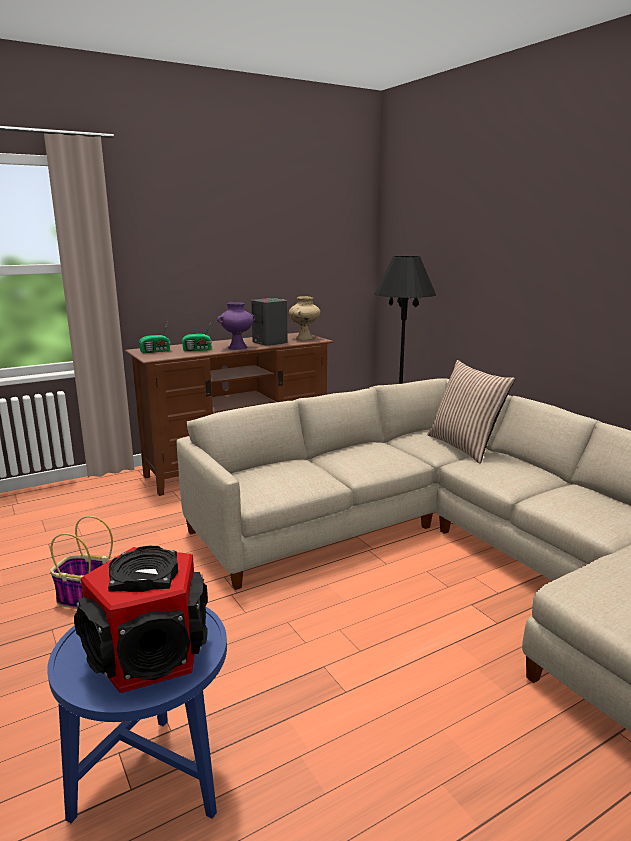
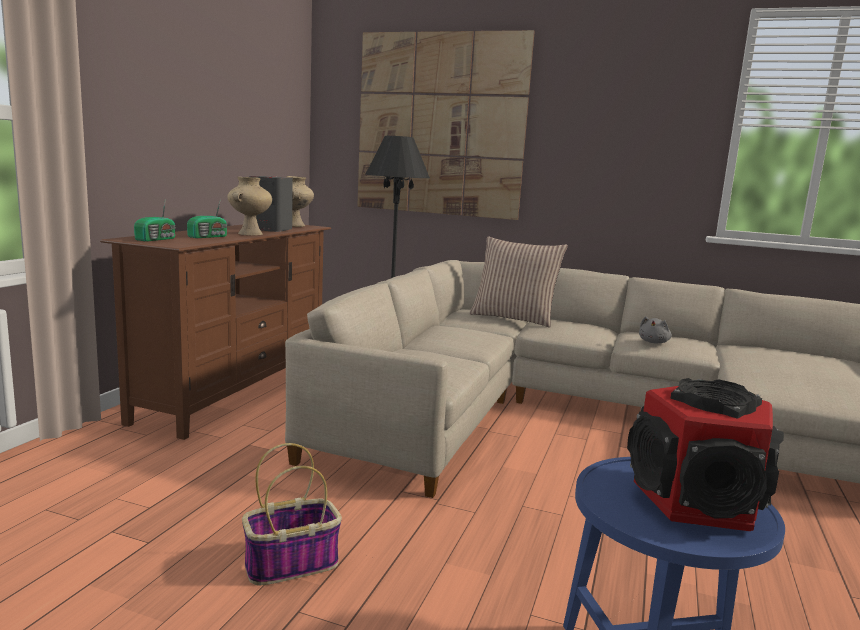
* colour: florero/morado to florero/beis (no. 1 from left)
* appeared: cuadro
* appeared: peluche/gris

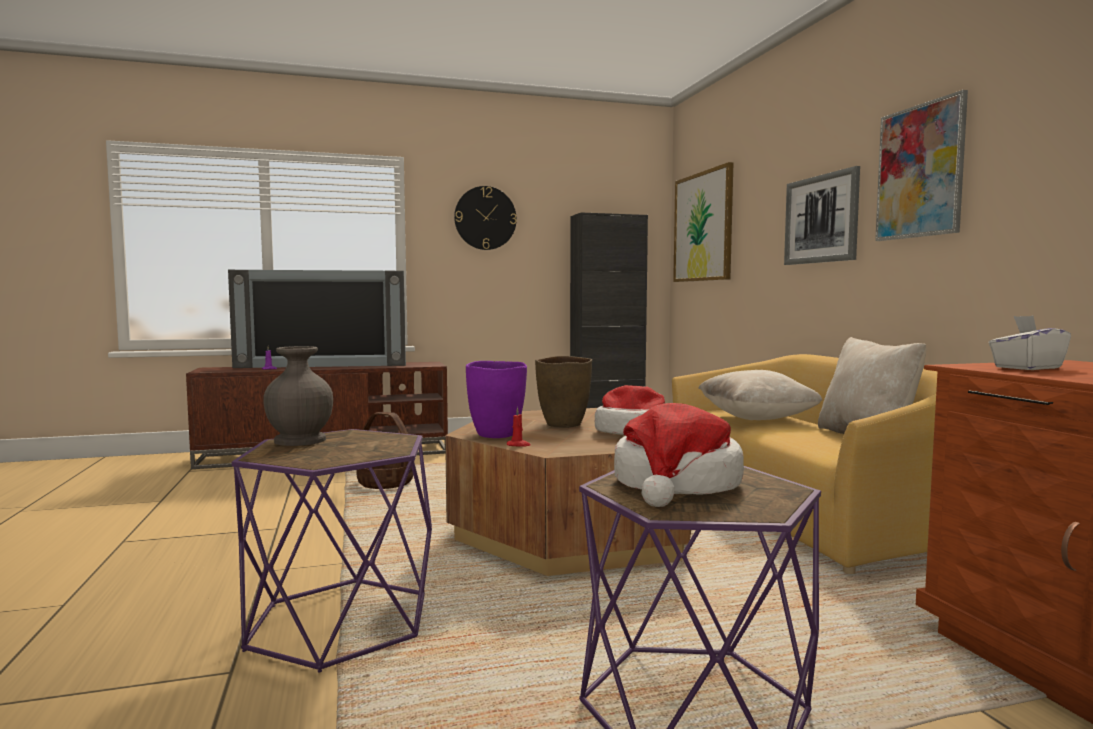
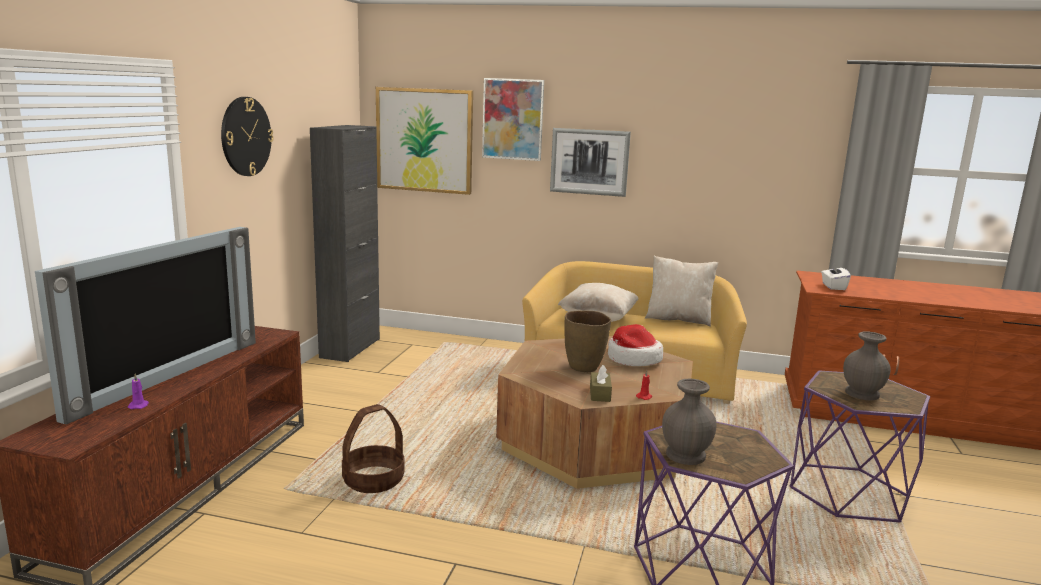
* relocated: cuadro (no. 3 from left in the first image) to cuadro (no. 2 from left)
* exchanged: florero/morado to caja de pañuelos/marrón
* exchanged: sombrero (no. 2 from left) to florero/gris (no. 2 from left)

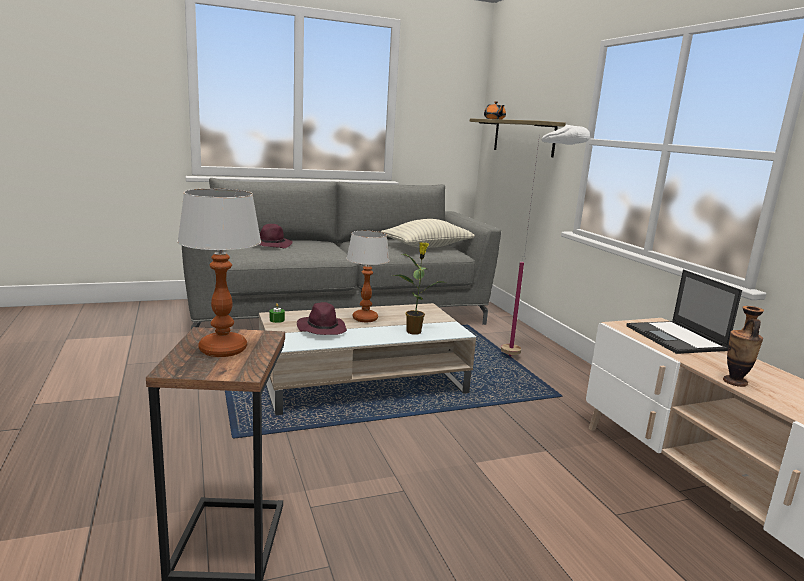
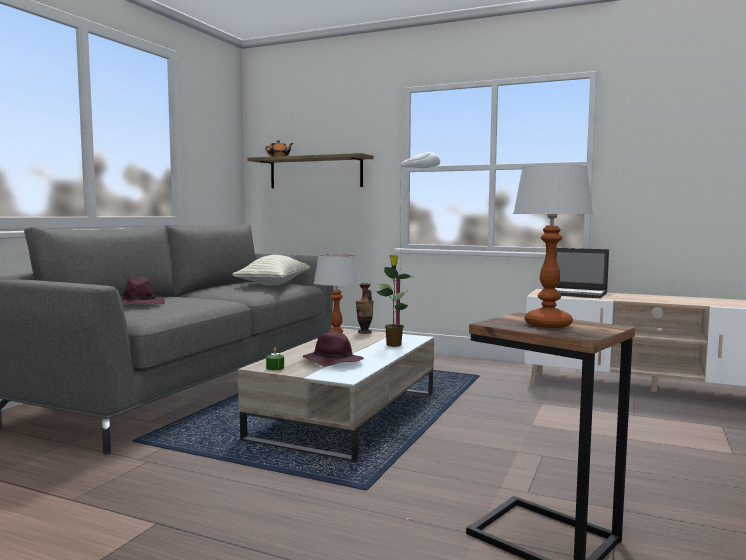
* relocated: florero

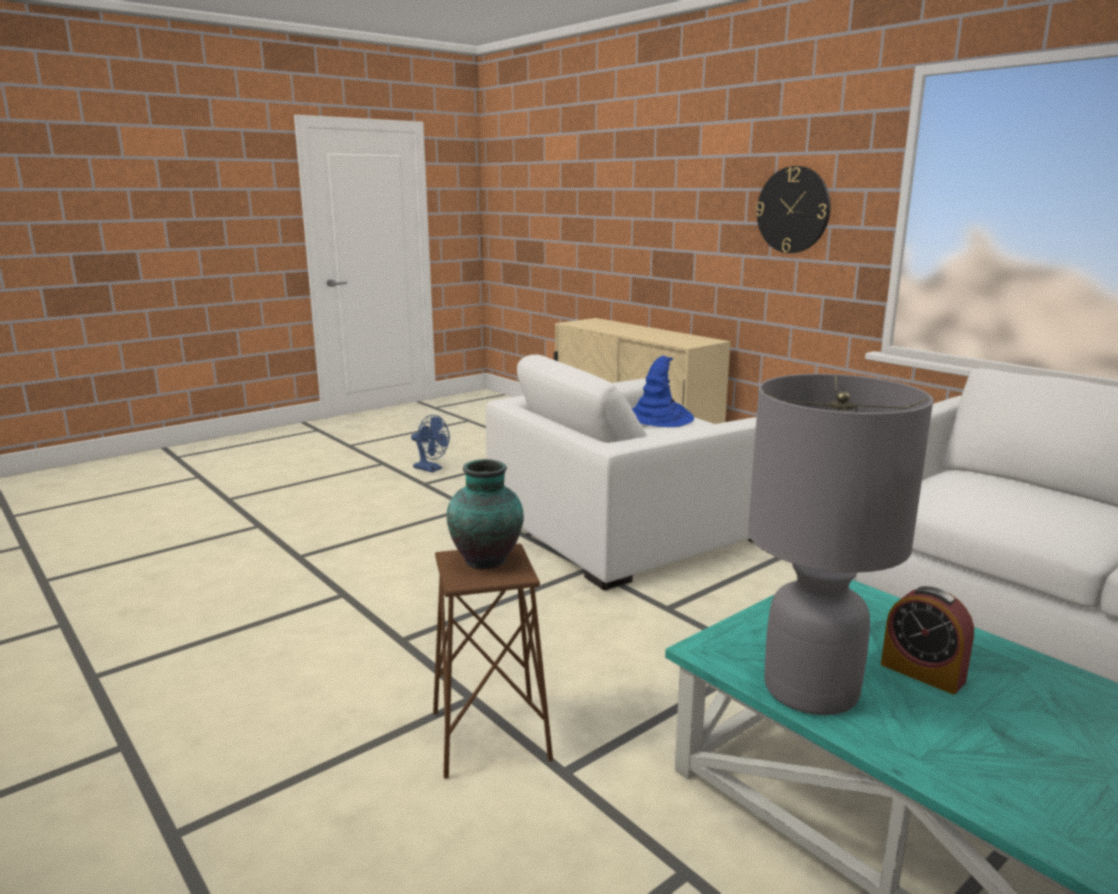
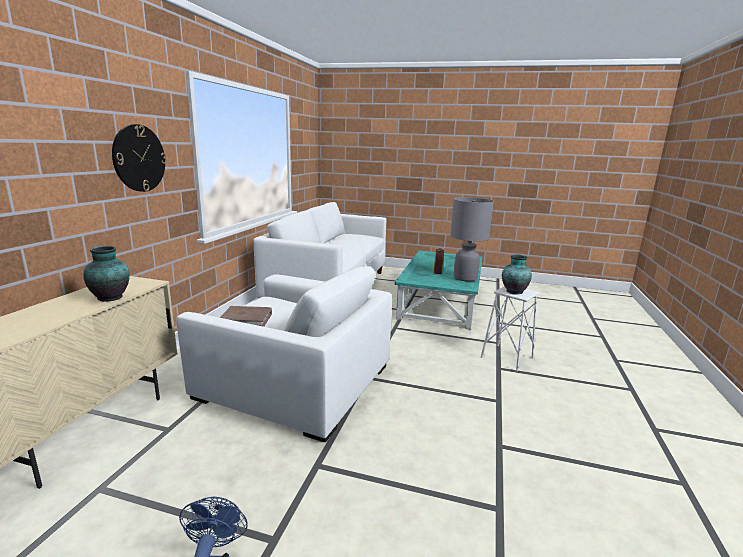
* exchanged: sombrero/azul to libro/marrón
* colour: taburete/marrón to taburete/blanco
* appeared: florero (no. 1 from left)

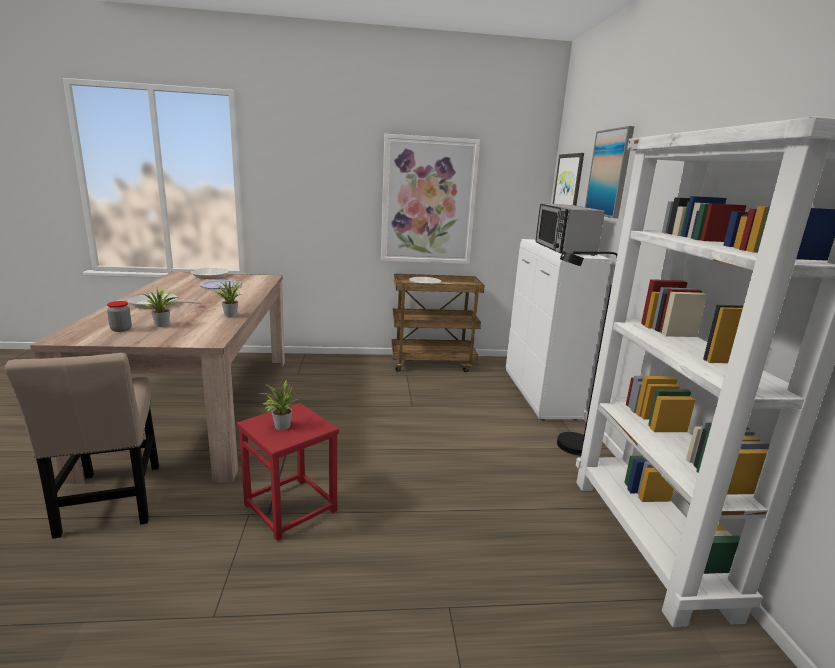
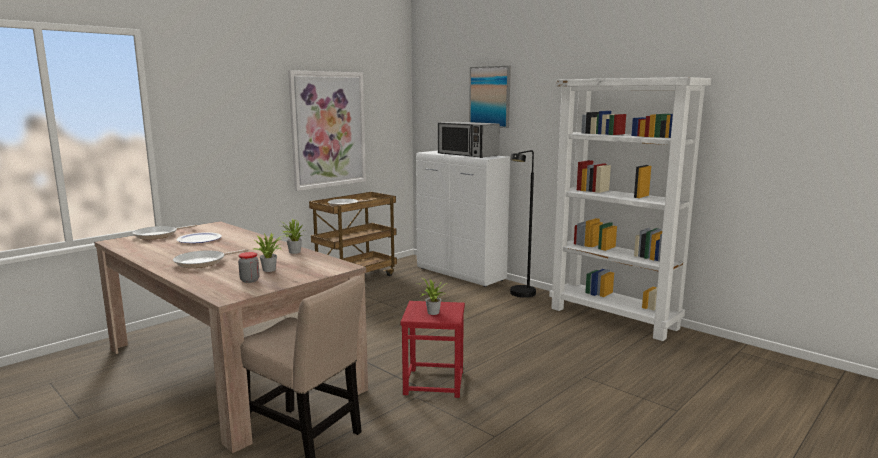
* missing: cuadro (no. 2 from left)

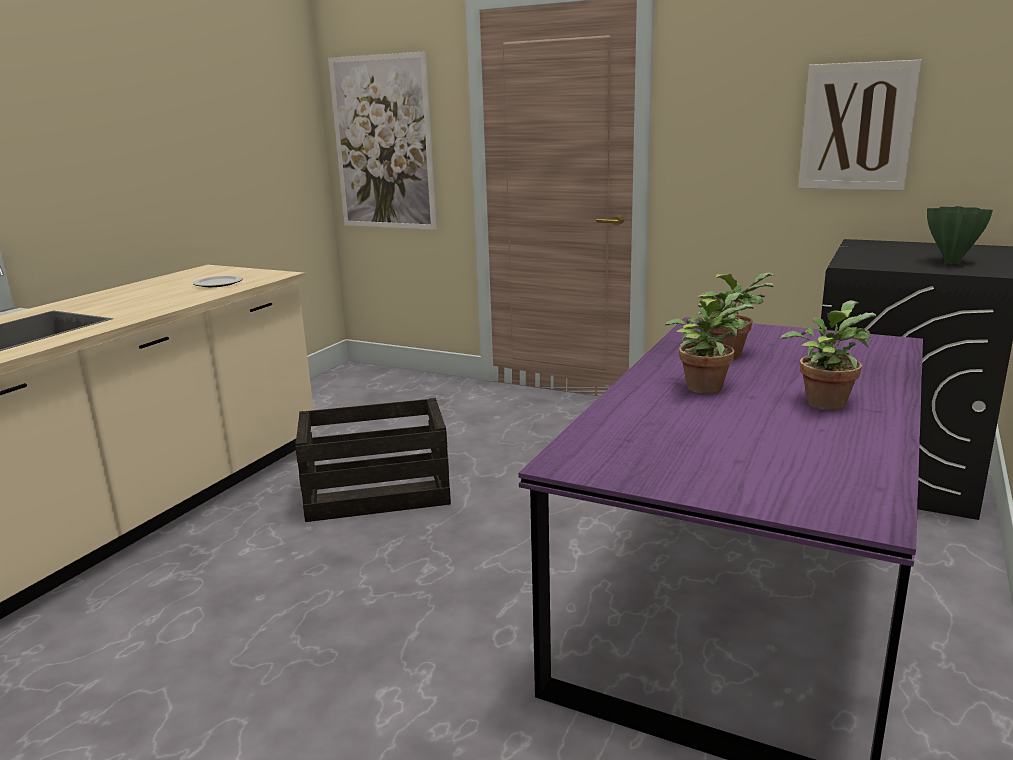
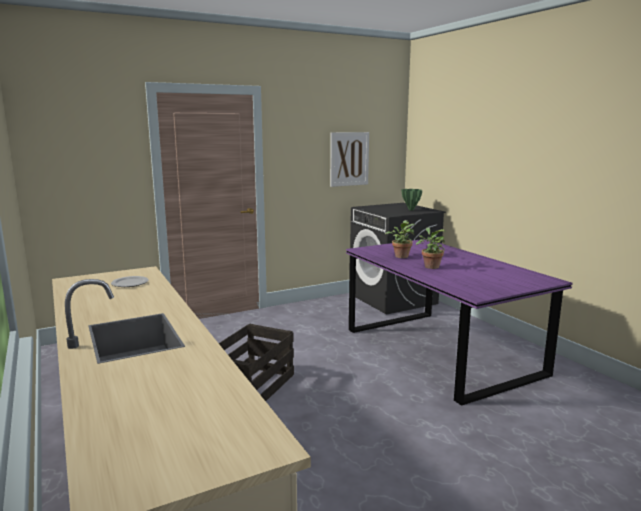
* missing: cuadro (no. 1 from left)
* missing: planta en maceta (no. 3 from left)

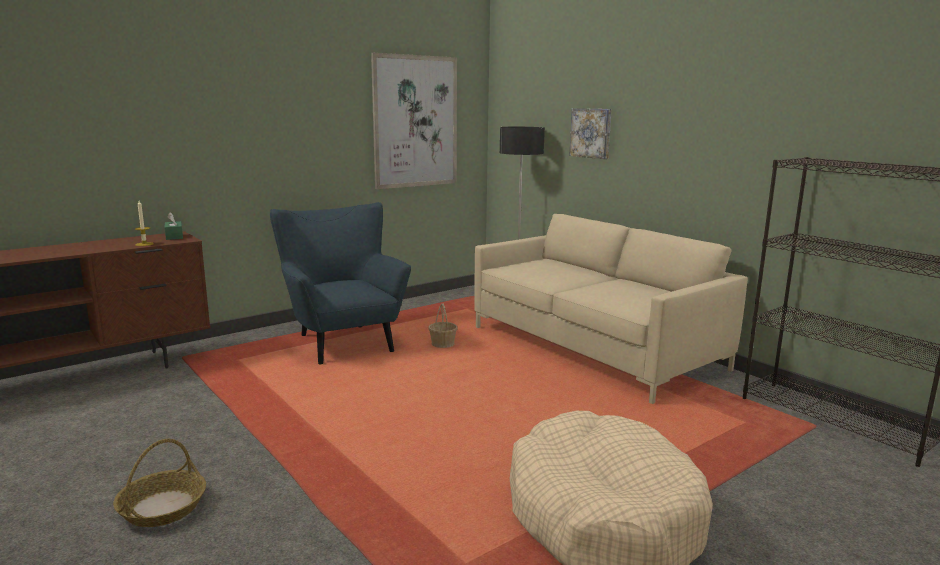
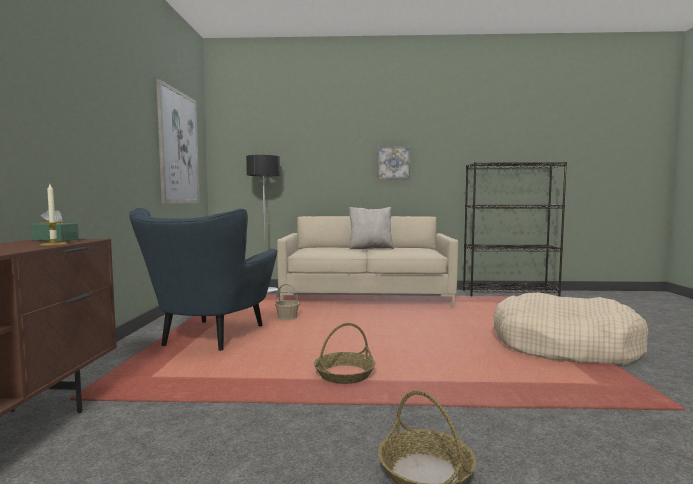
* relocated: cuadro (no. 2 from left)
* spun: sillón/azul 90 degrees counterclockwise
* appeared: cojín/beis
* appeared: cesta (no. 2 from left)

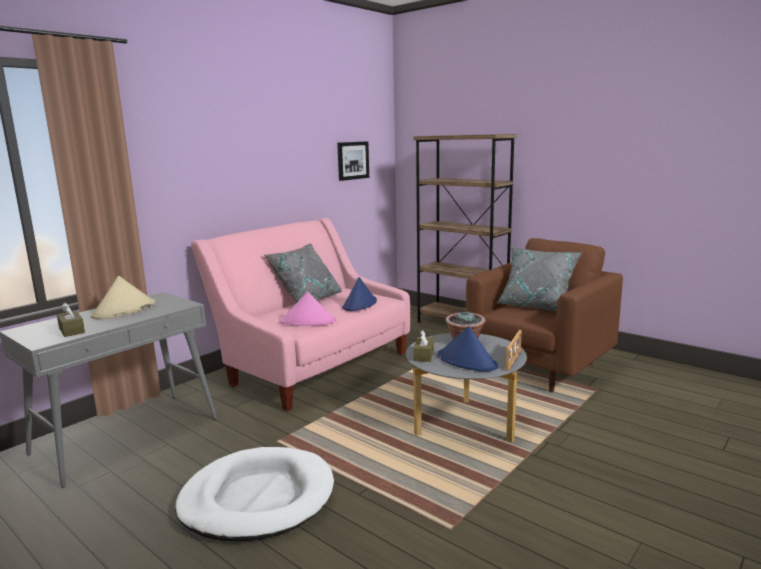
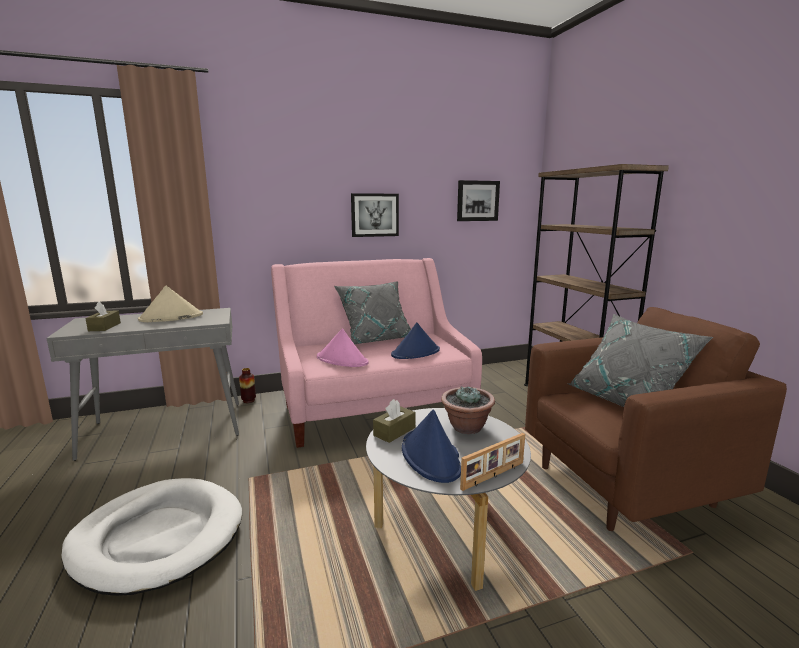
* appeared: cuadro (no. 1 from left)
* appeared: florero

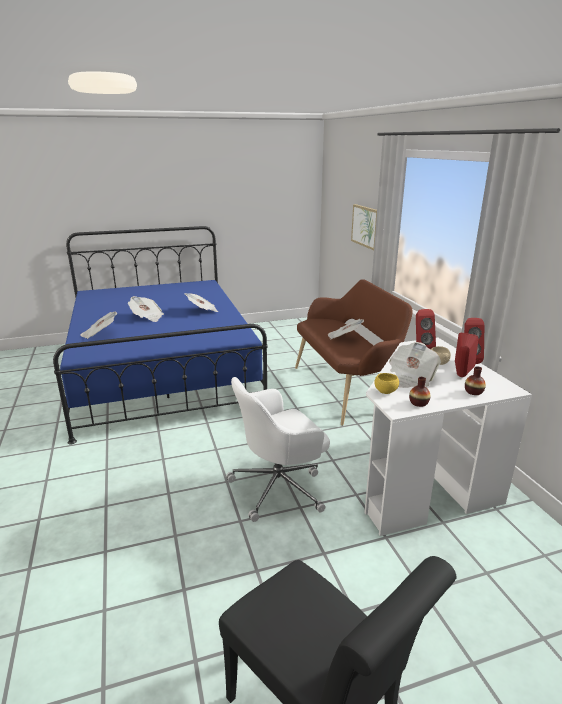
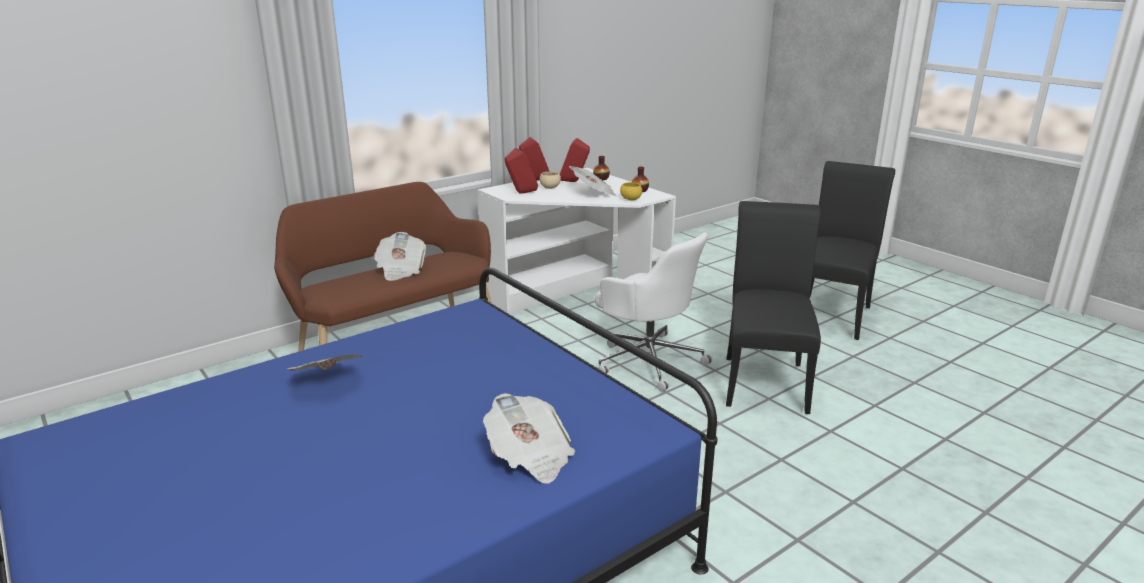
* missing: cuadro
* missing: periódico (no. 2 from left)
* appeared: silla/negro (no. 1 from left)

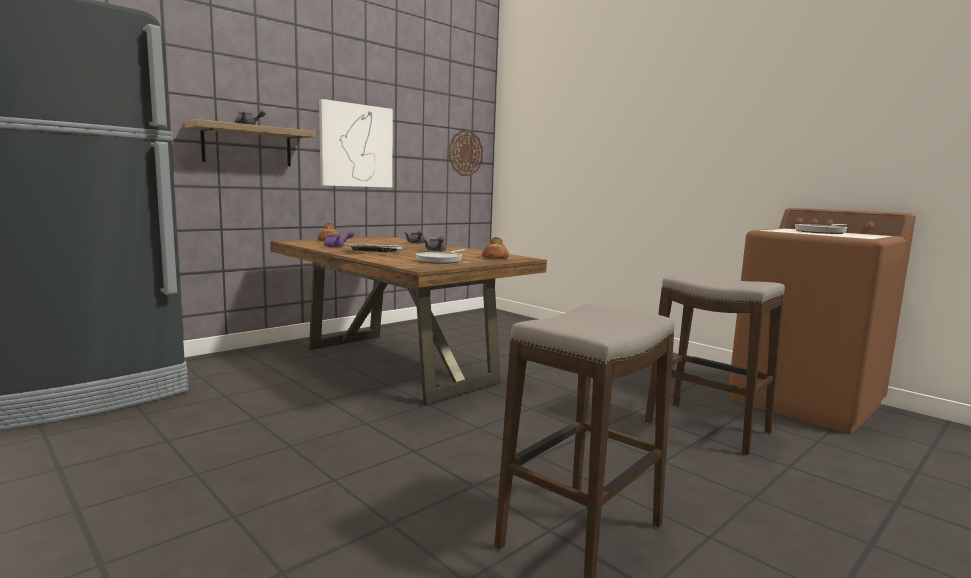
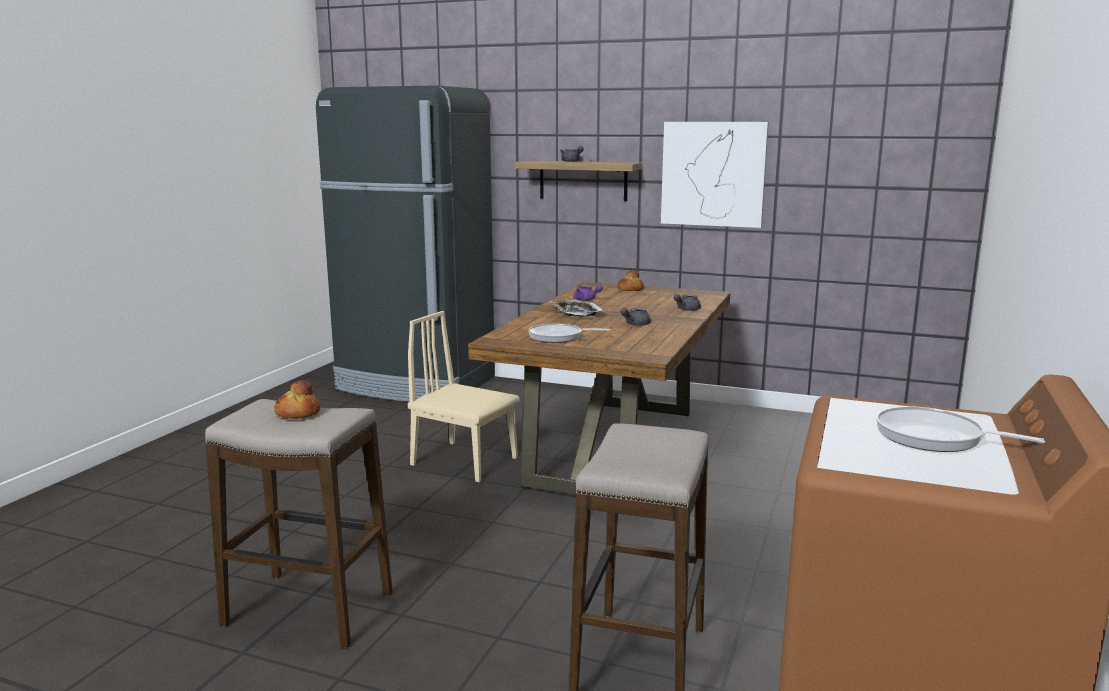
* missing: reloj de pared
* relocated: pan (no. 2 from left in the first image) to pan (no. 1 from left)
* appeared: silla/beis

